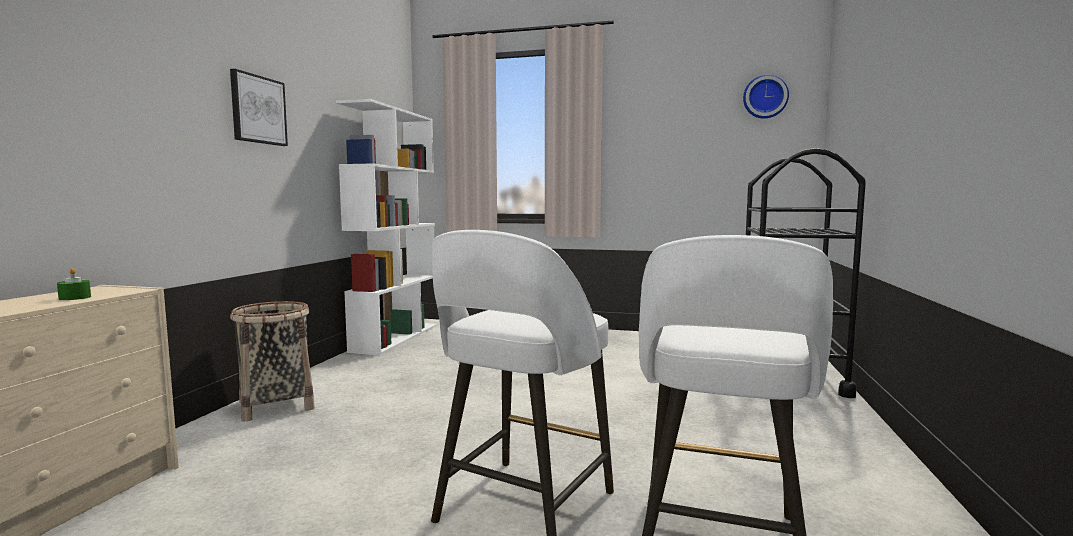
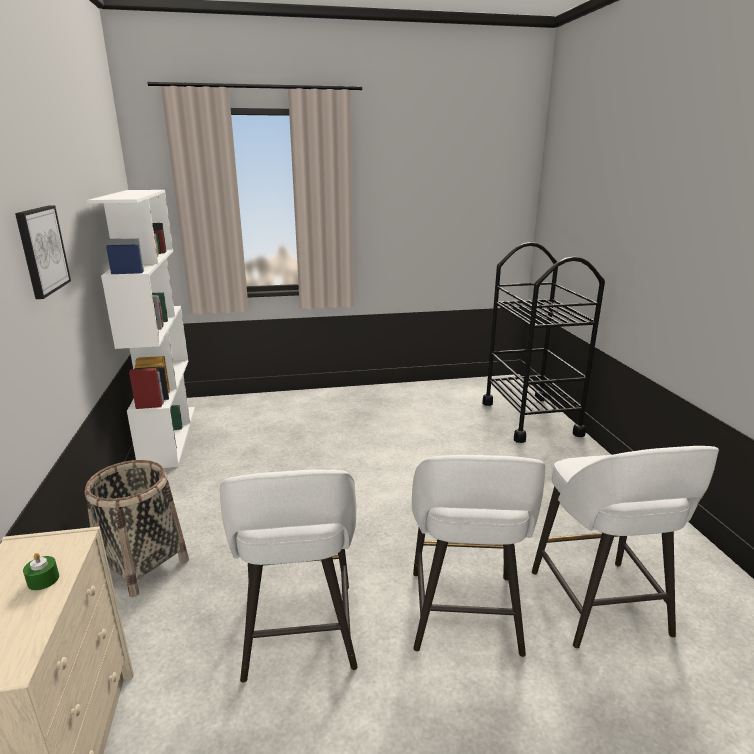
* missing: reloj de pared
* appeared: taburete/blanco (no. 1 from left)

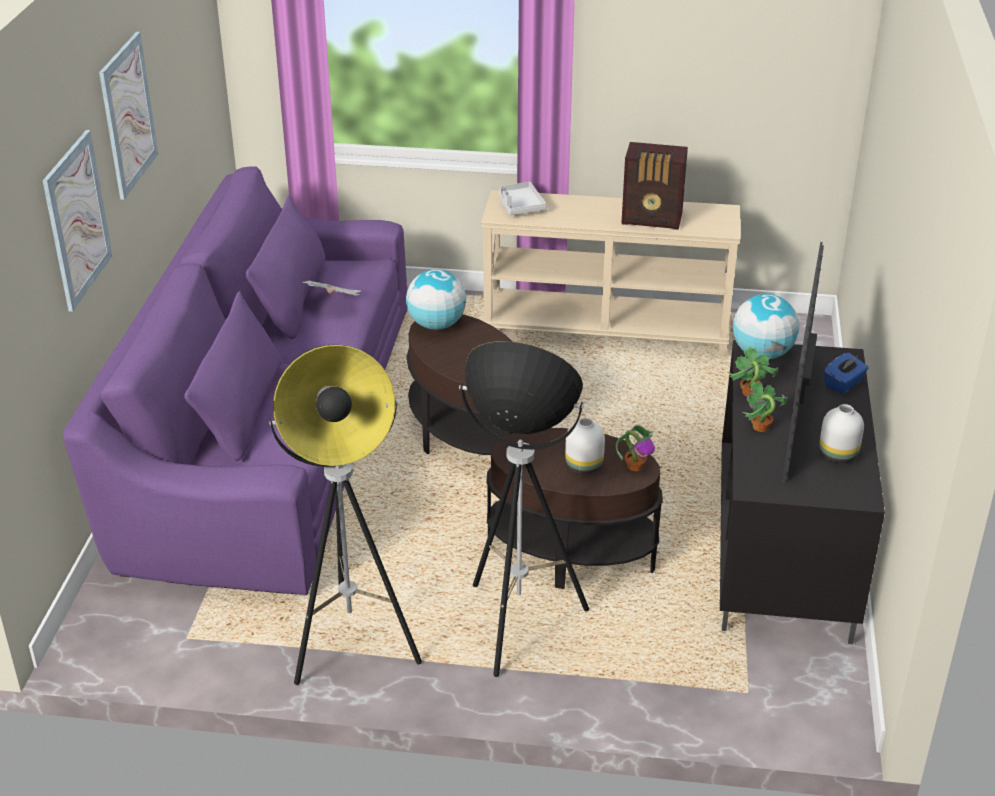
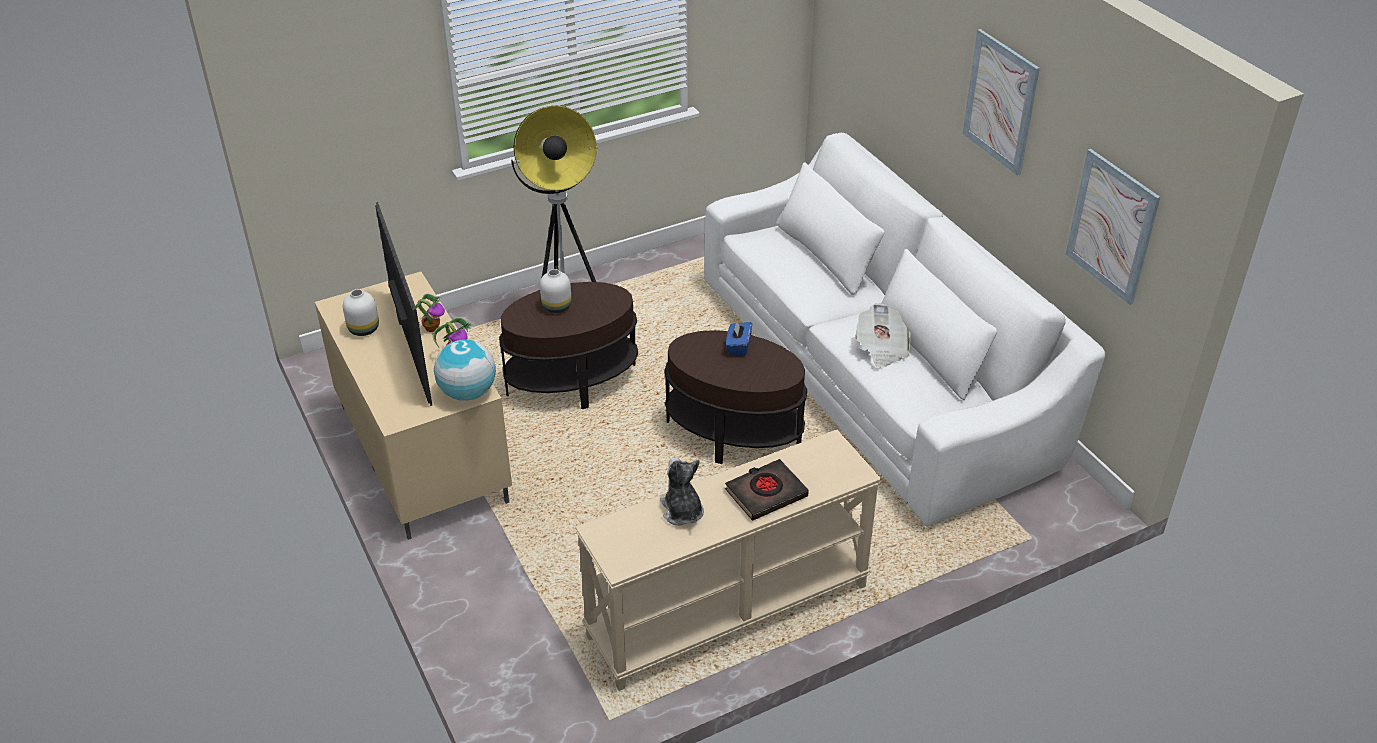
* relocated: cuadro (no. 1 from left in the first image) to cuadro (no. 2 from left)
* exchanged: radio to peluche
* colour: sofá/morado to sofá/blanco
* missing: bandeja/gris
* missing: globo terráqueo (no. 1 from left)
* colour: mueble de televisión/negro to mueble de televisión/beis
* missing: lámpara de pie (no. 1 from left)
* relocated: caja de pañuelos/azul
* missing: planta en maceta (no. 1 from left)
* appeared: libro/negro

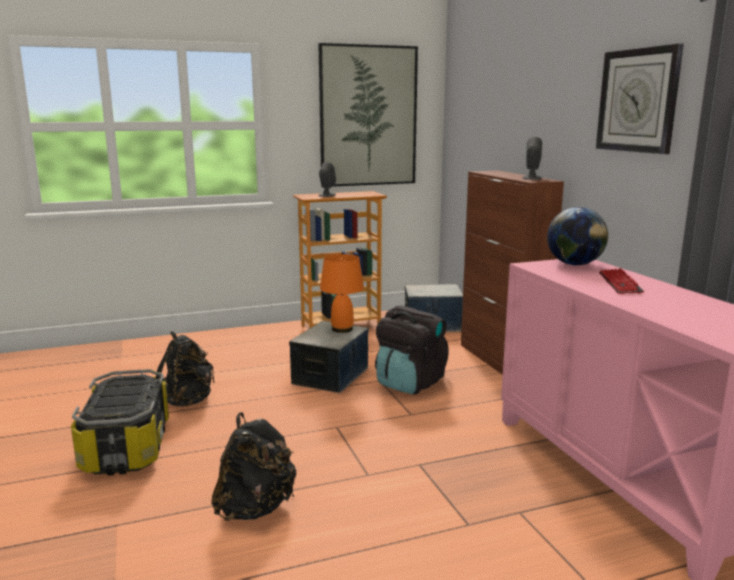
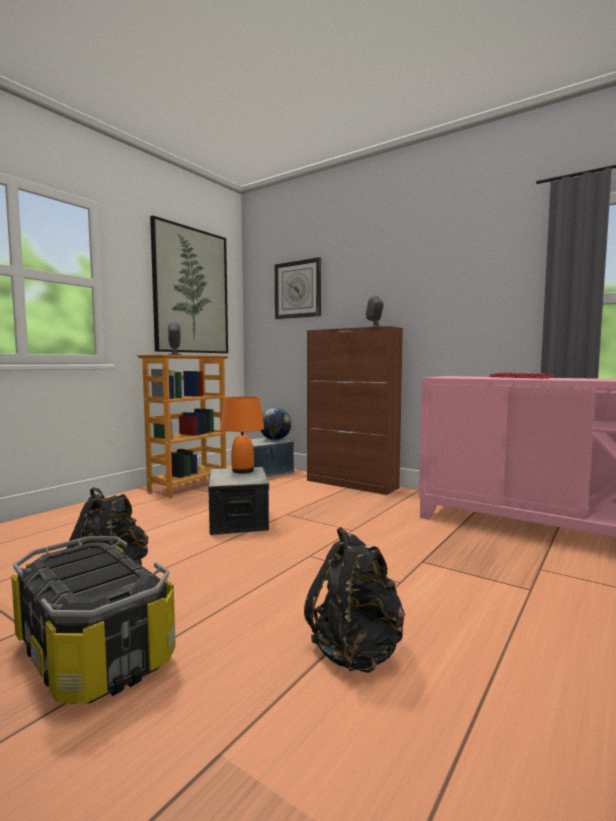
* relocated: reloj de pared
* relocated: globo terráqueo
* missing: mochila/negro (no. 3 from left)

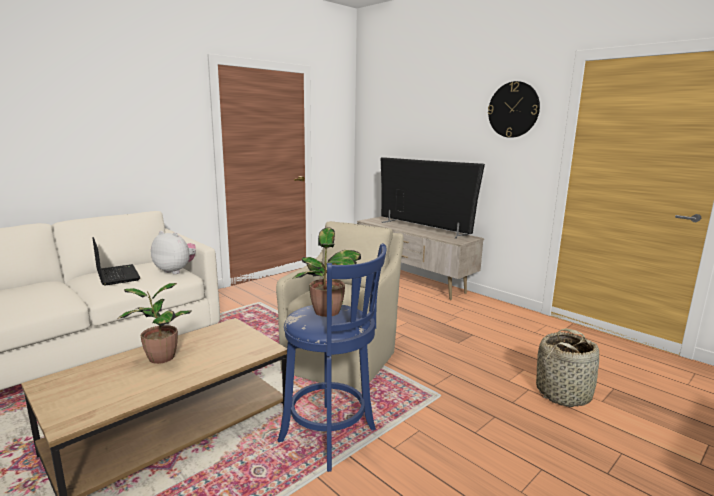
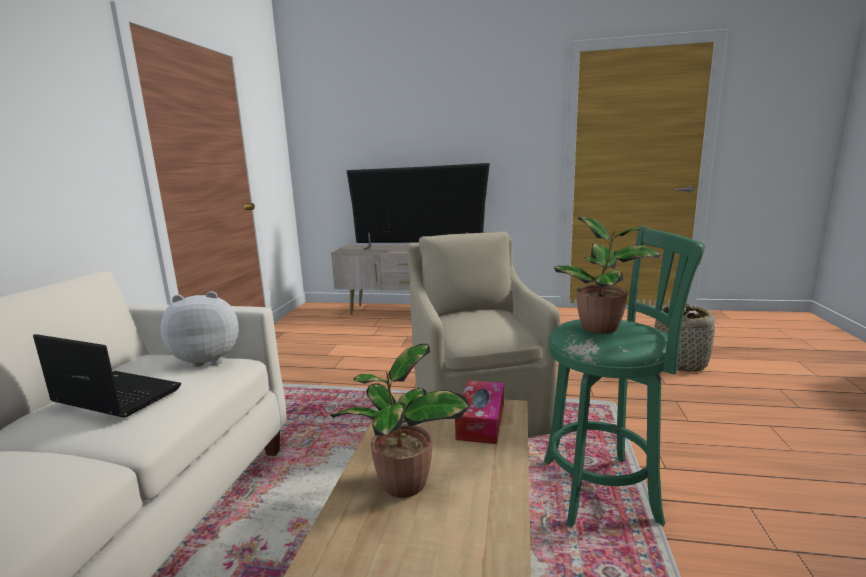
* missing: reloj de pared
* colour: taburete/azul to taburete/verde
* appeared: caja de pañuelos

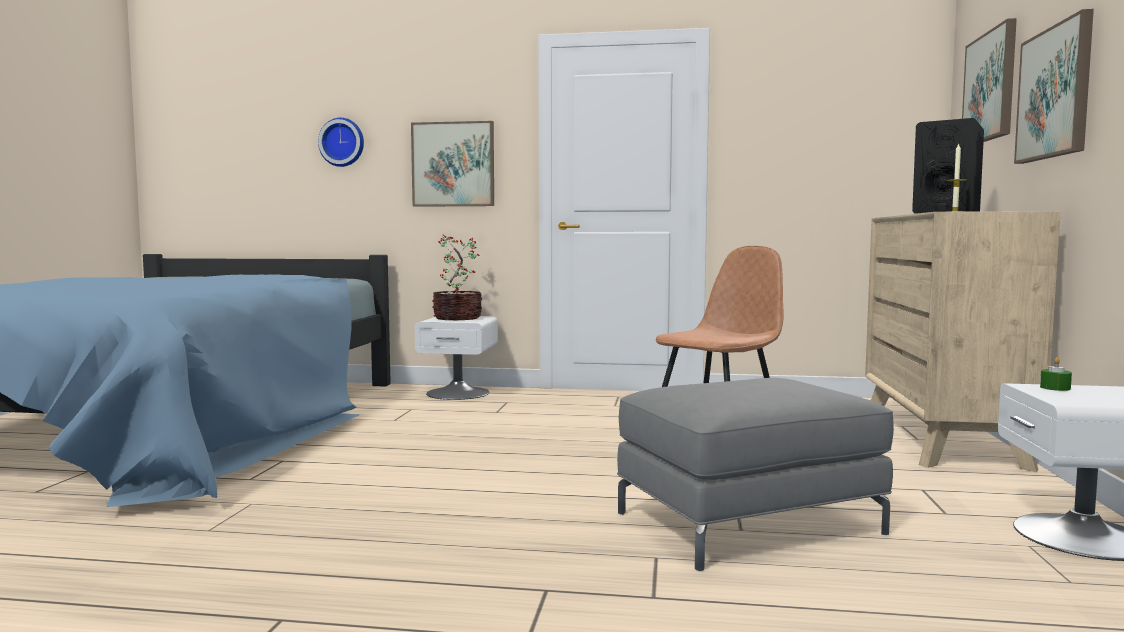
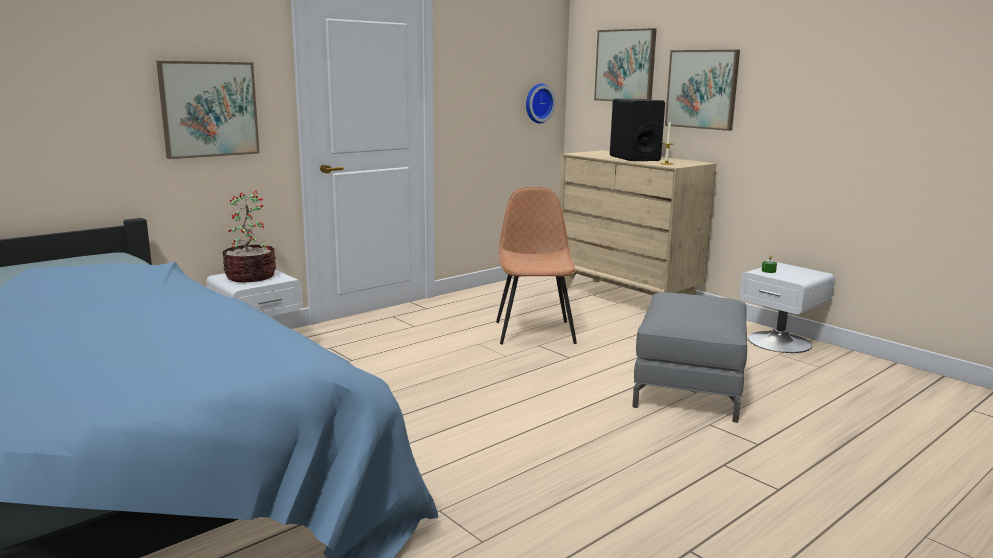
* relocated: reloj de pared

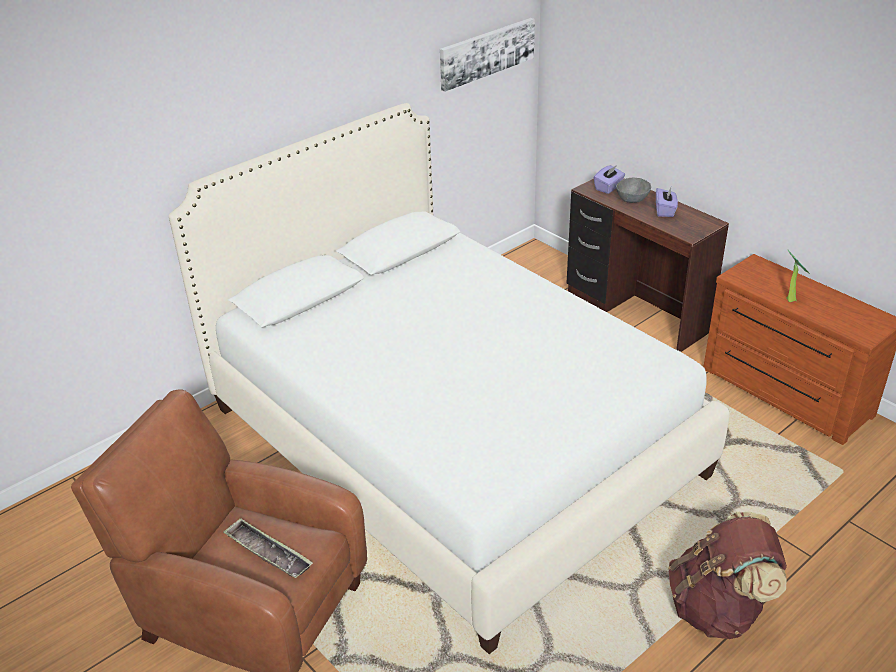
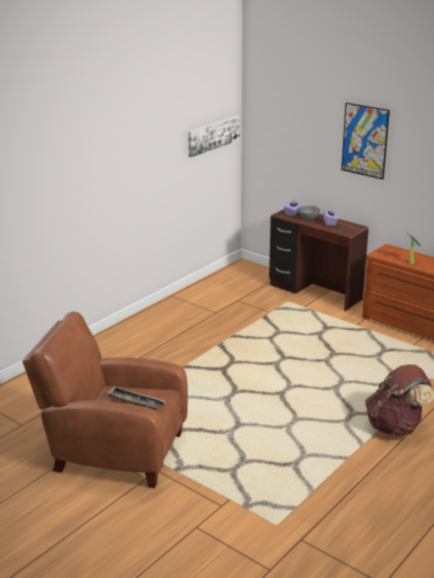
* missing: cama/blanco
* appeared: cuadro (no. 2 from left)

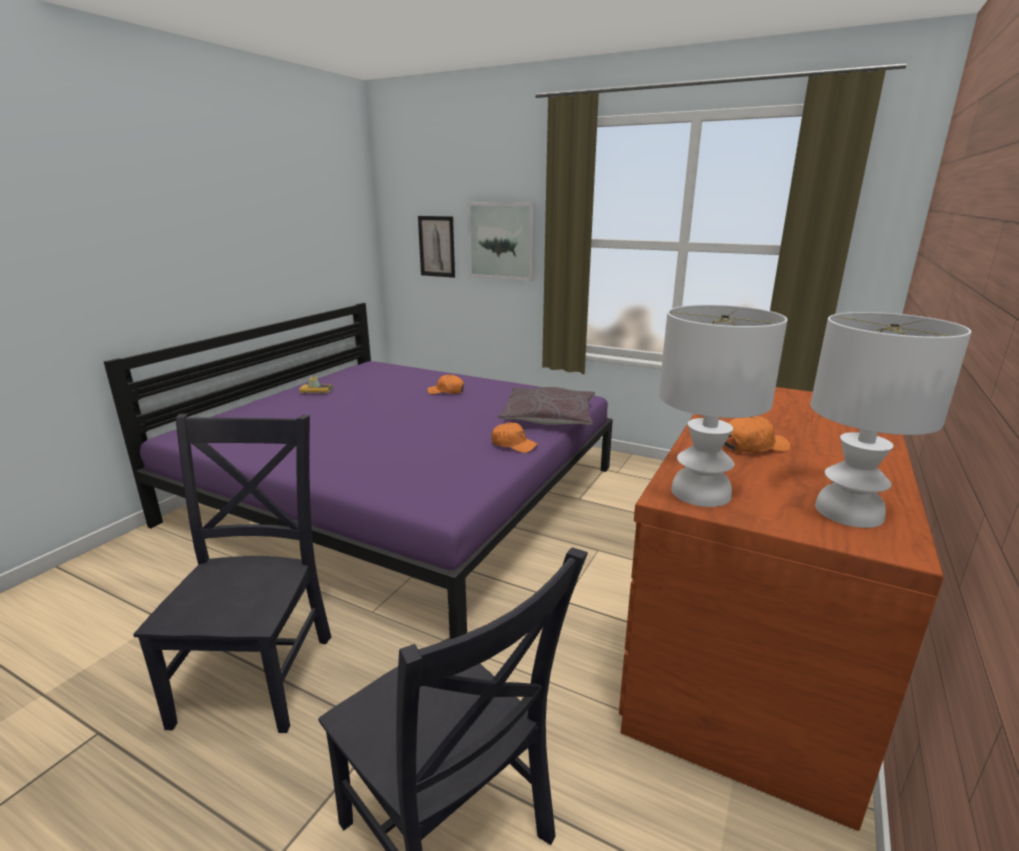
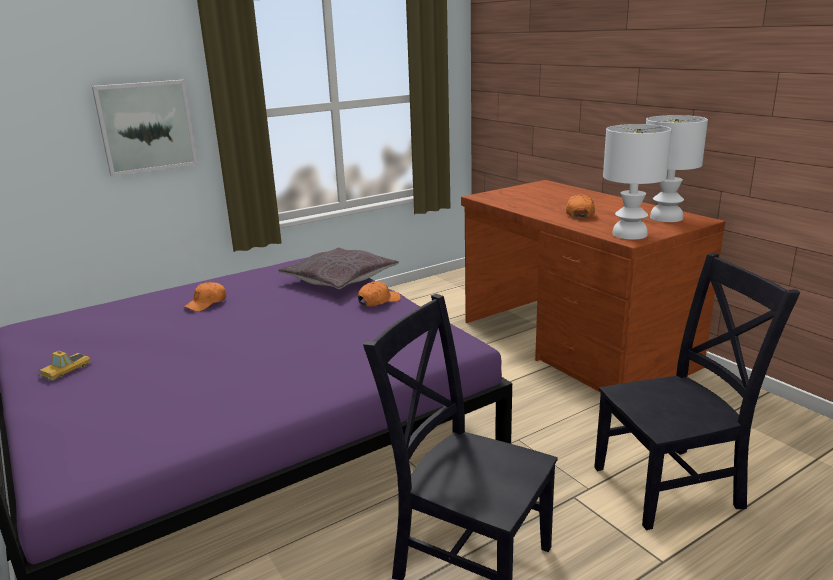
* missing: cuadro (no. 1 from left)

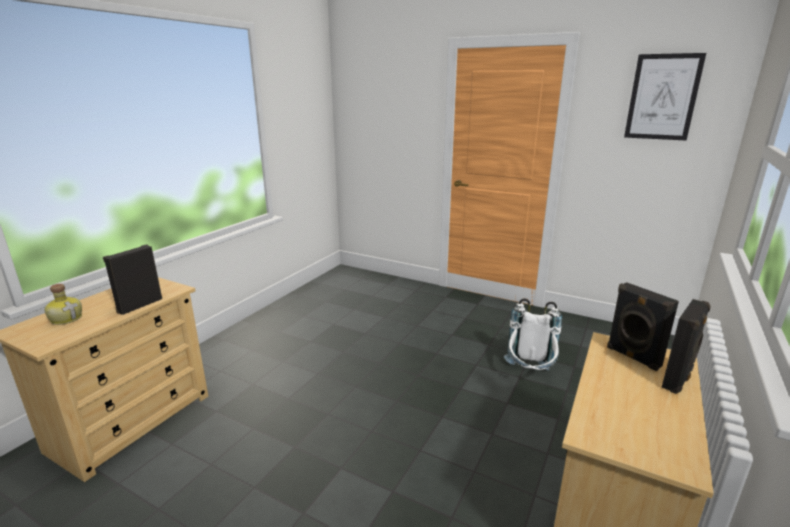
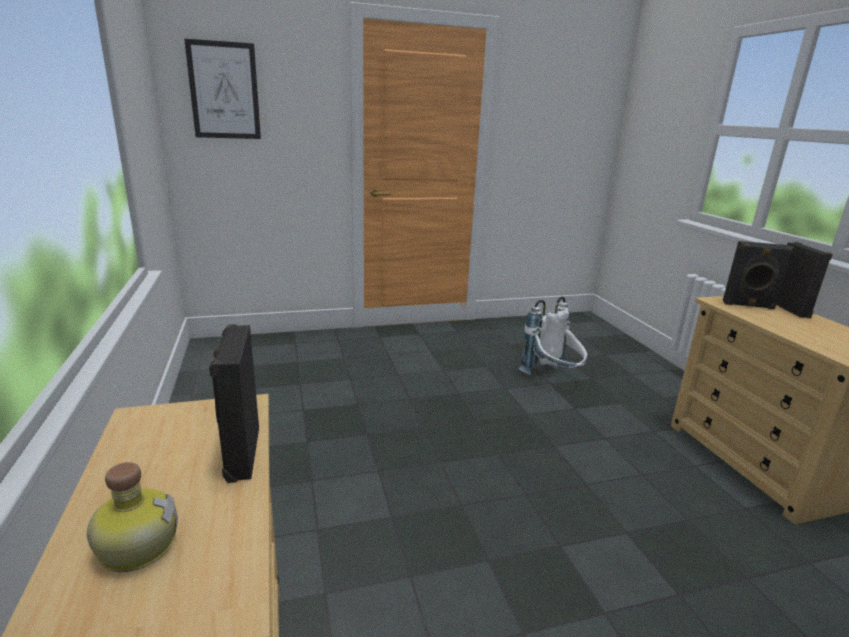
* relocated: cuadro

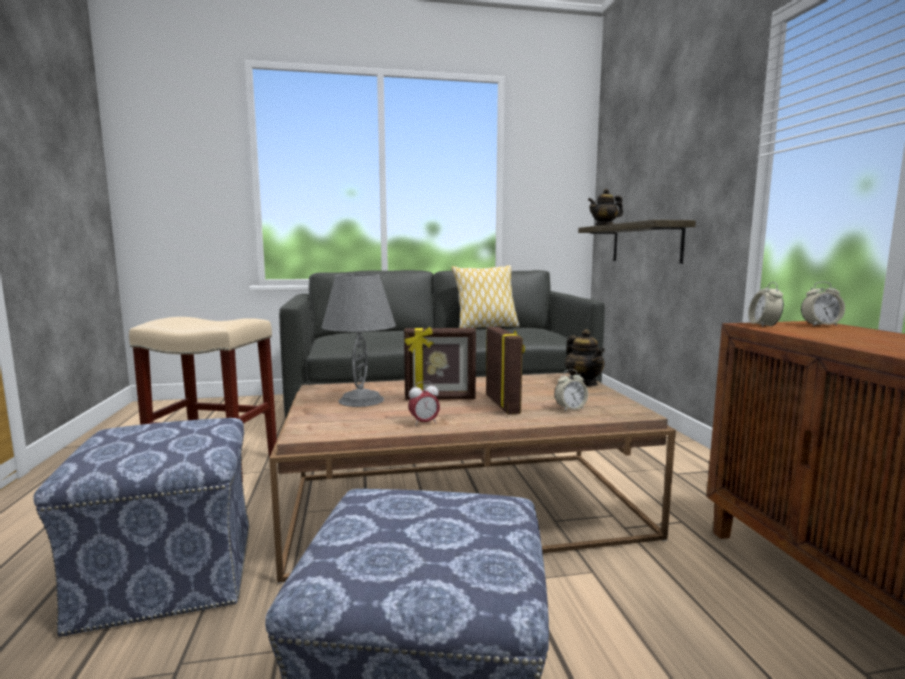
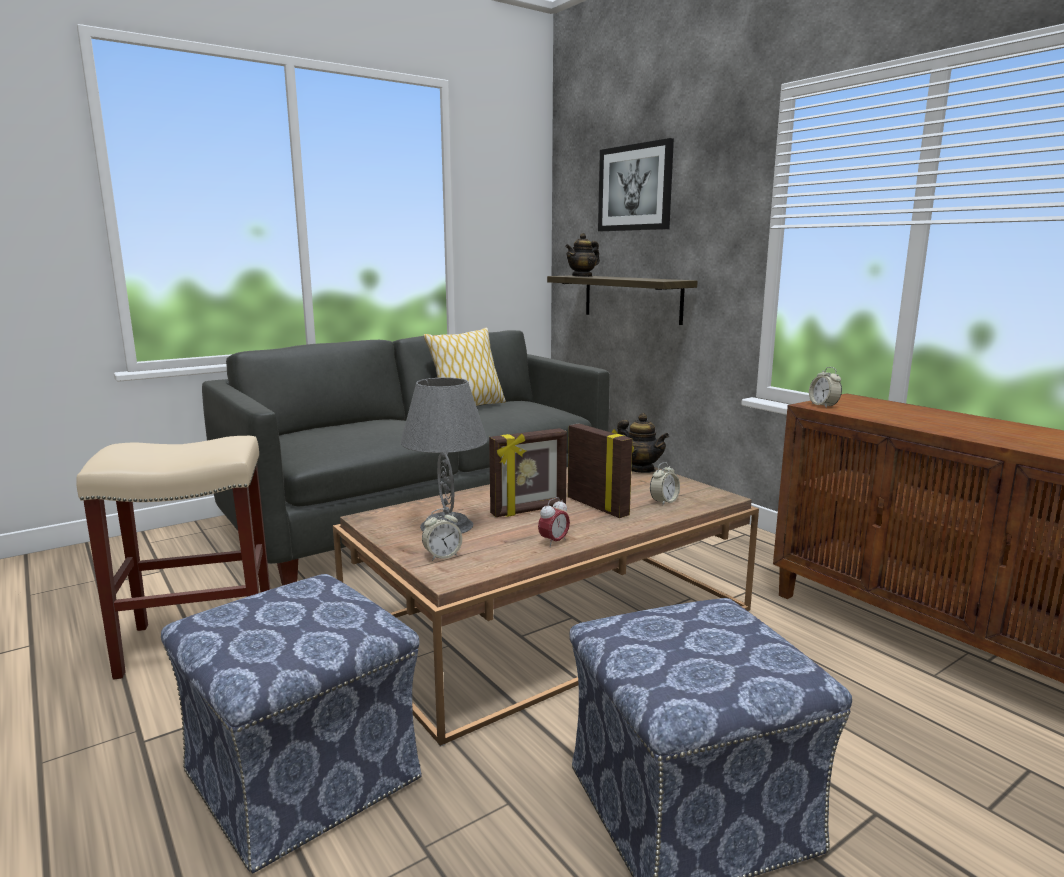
* relocated: despertador (no. 4 from left in the first image) to despertador (no. 1 from left)
* appeared: cuadro

